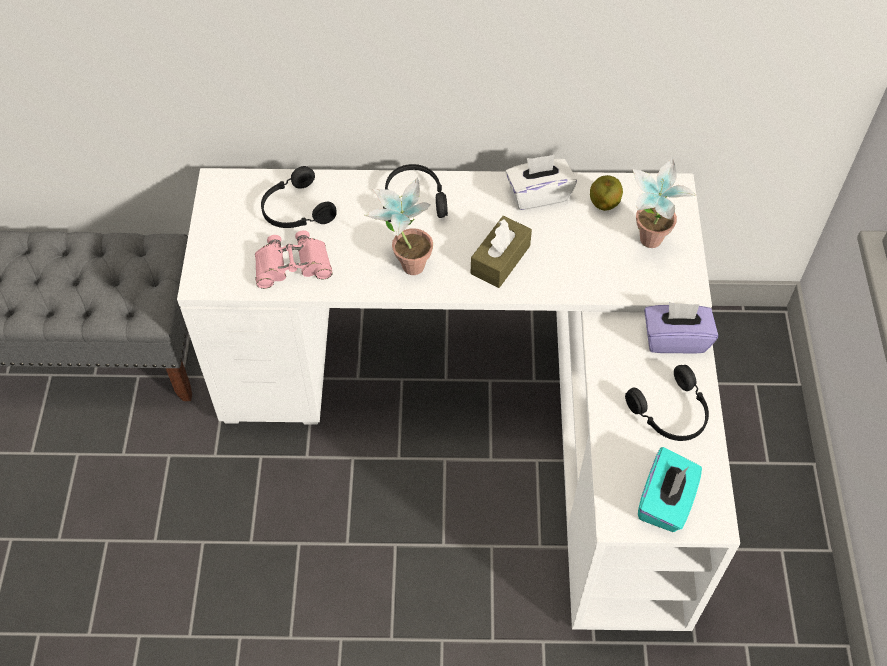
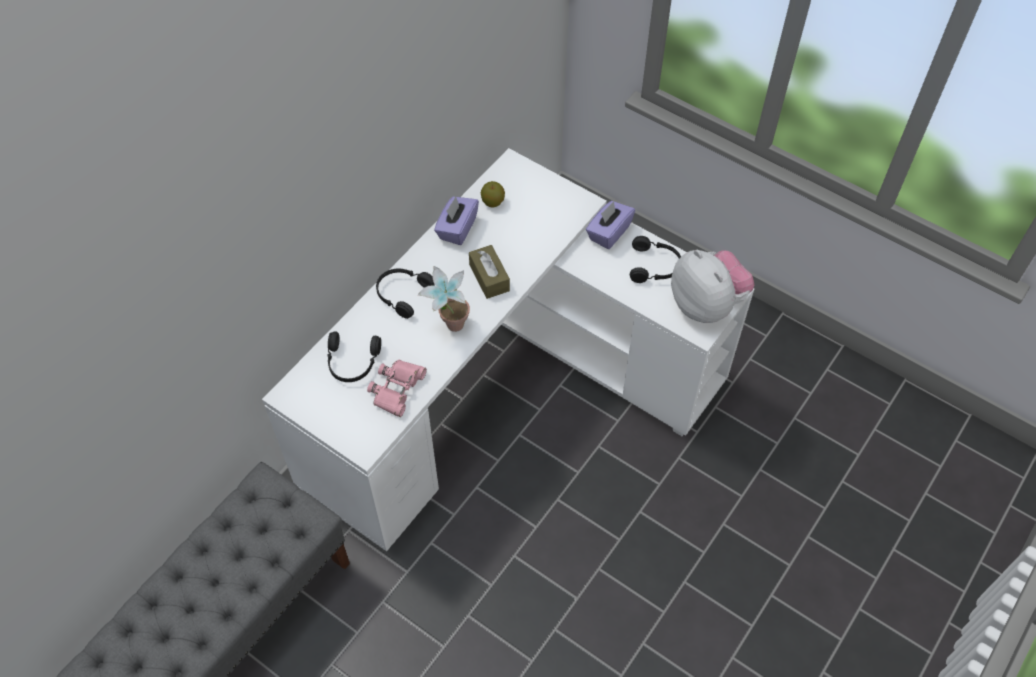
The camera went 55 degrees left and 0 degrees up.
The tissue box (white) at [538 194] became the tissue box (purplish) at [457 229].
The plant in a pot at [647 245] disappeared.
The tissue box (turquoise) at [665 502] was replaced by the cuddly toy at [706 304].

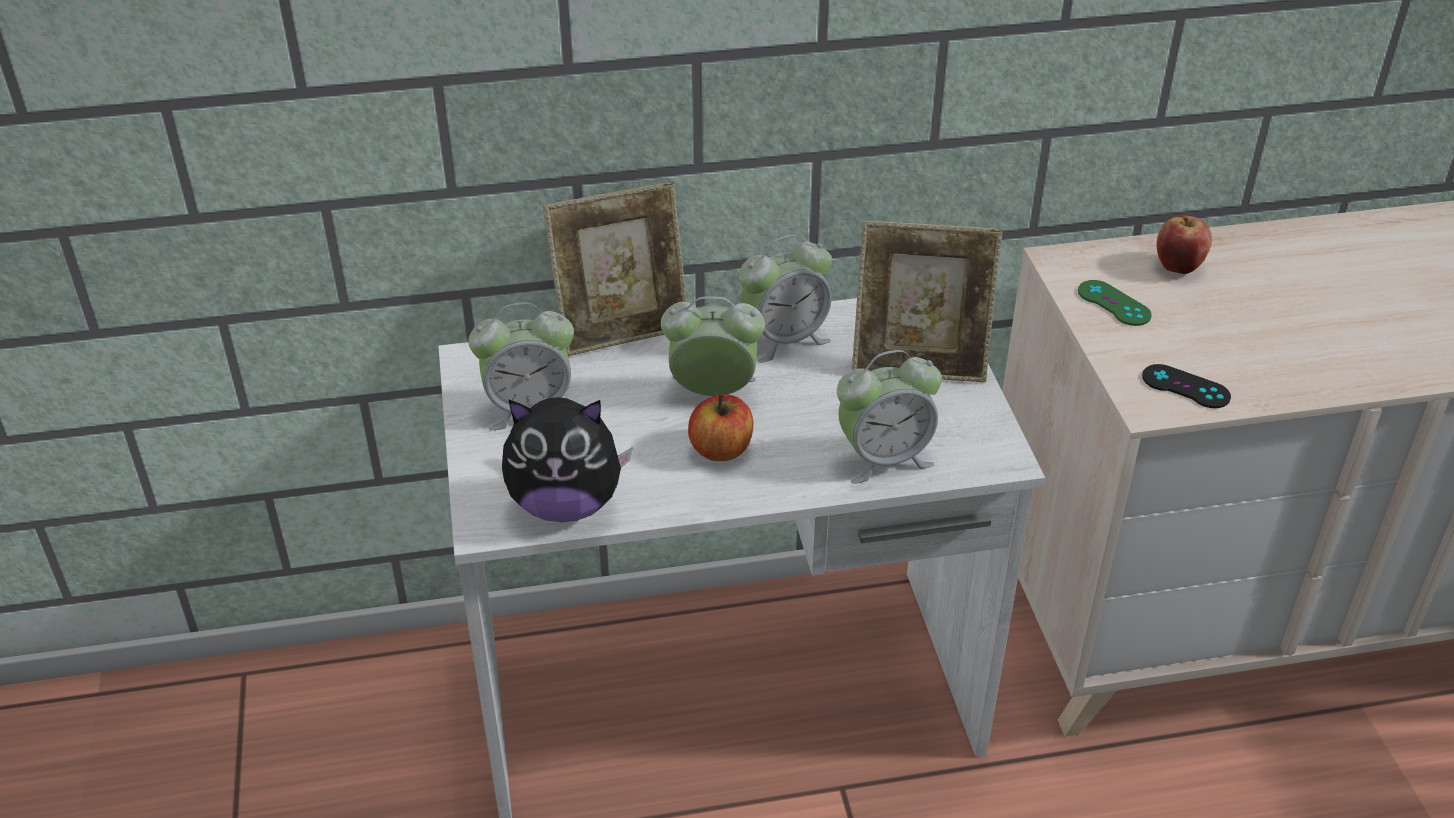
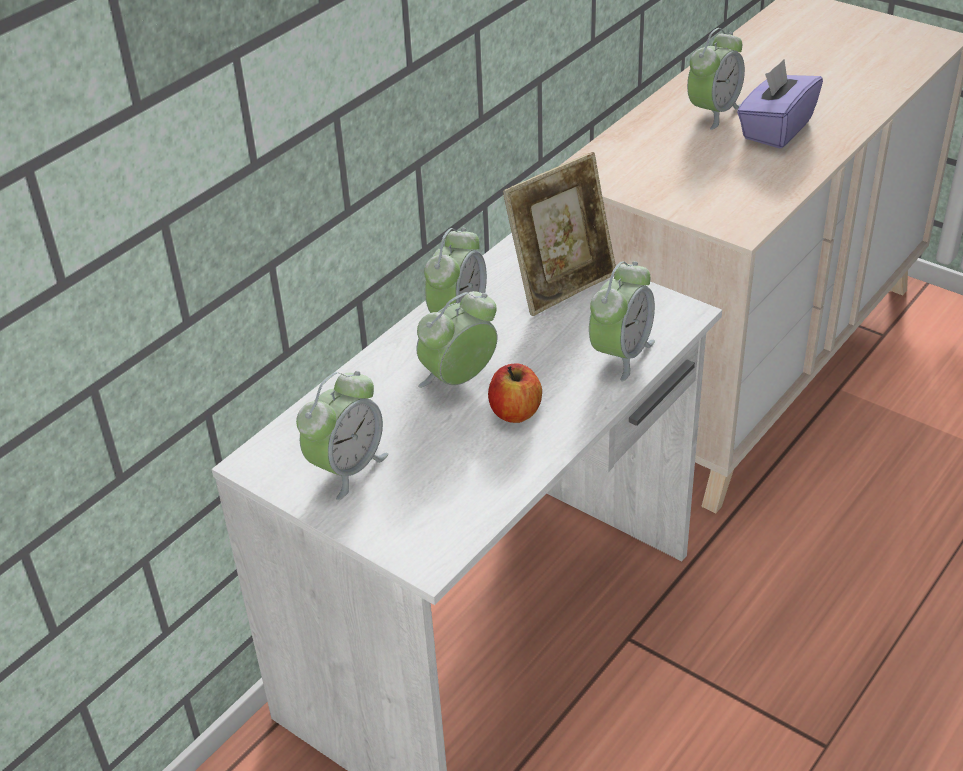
The camera went 40 degrees left and 0 degrees up.
The cuddly toy at [566 504] disappeared.
The standing frame at [622 329] disappeared.
The joypad (green-coloured) at [1114 303] disappeared.
The joypad (black-coloured) at [1185 387] disappeared.
The apple at [1178 267] disappeared.
The table clock at [713 112] appeared.
The tissue box (purplish) at [775 129] appeared.

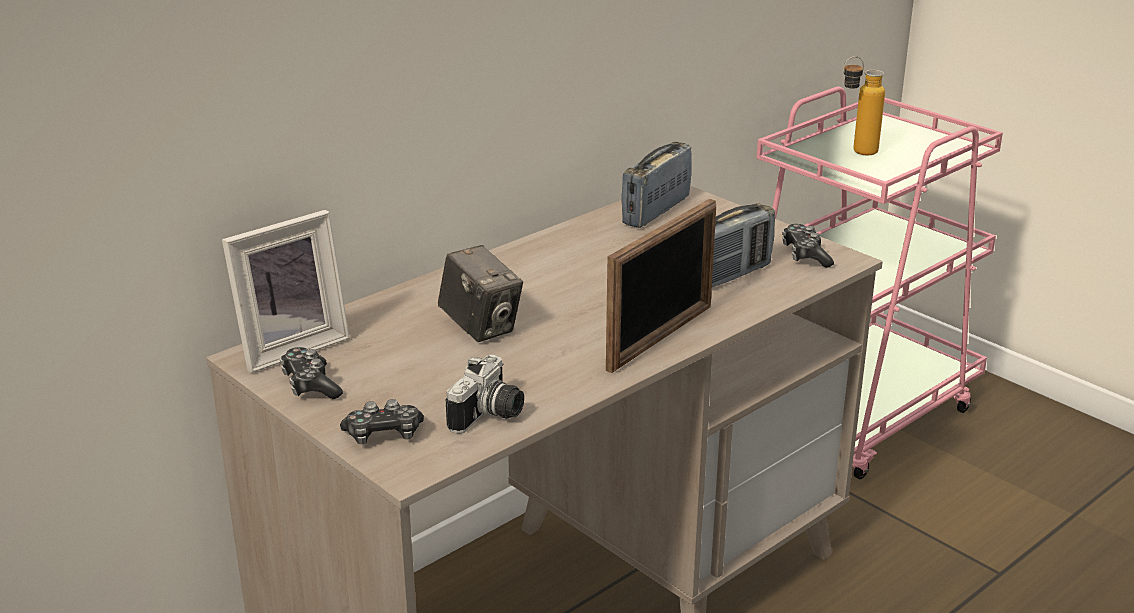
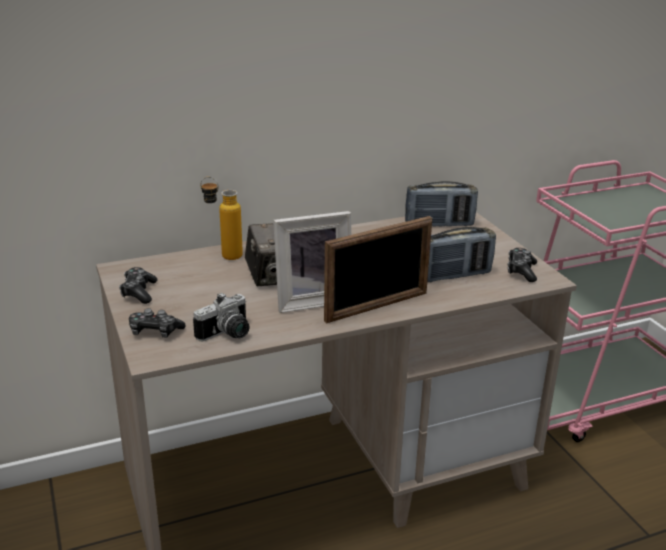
The camera went 20 degrees right and 0 degrees up.
The standing frame moved from [289 346] to [312 300].
The radio receiver at [656 211] turned 150 degrees counterclockwise.
The bottle moved from [856 152] to [223 255].

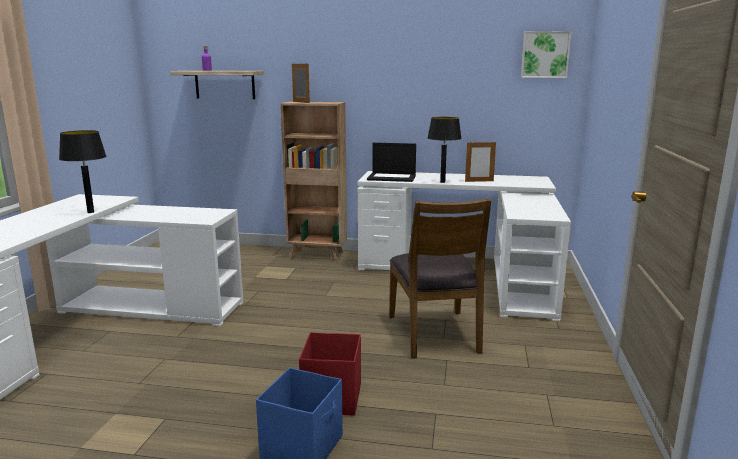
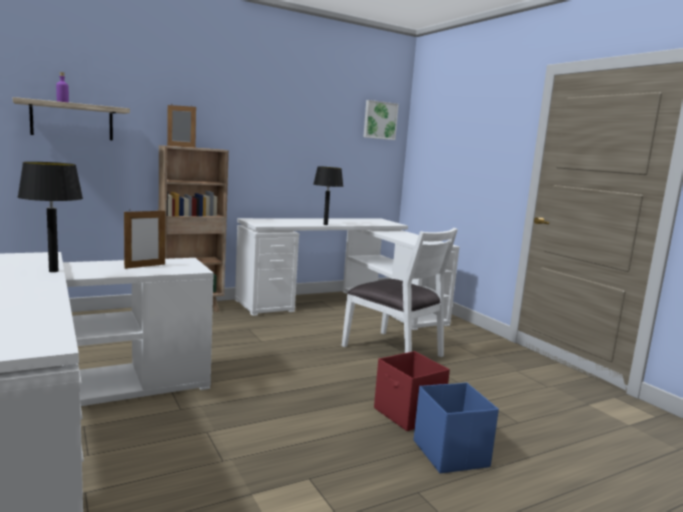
The camera went 40 degrees left and 5 degrees down.
The laptop at [392 177] disappeared.
The plain chair (brownish) at [435 333] became the plain chair (white) at [394 350].
The standing frame moved from [479 181] to [145 266].

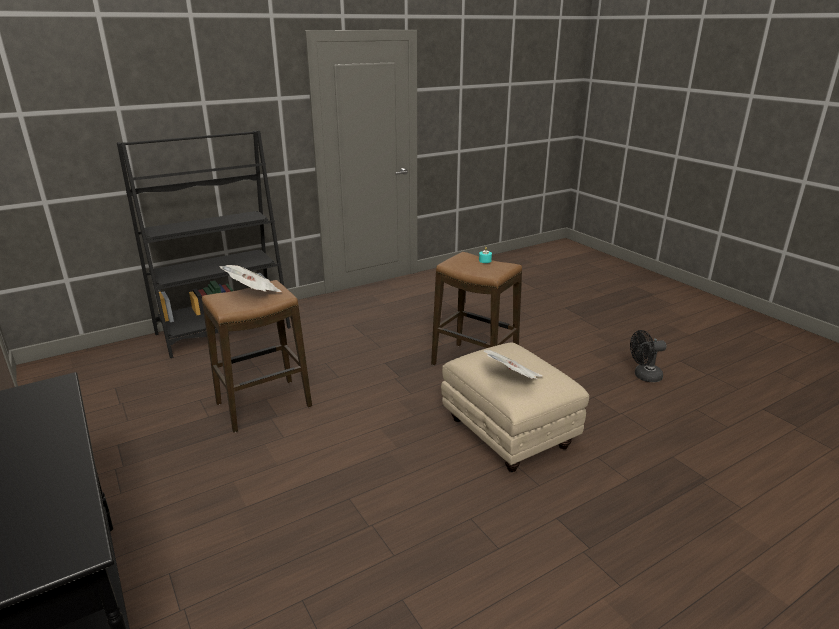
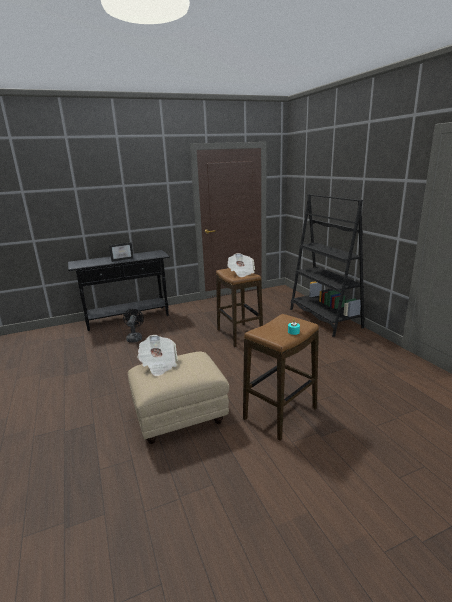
The camera went 100 degrees right and 5 degrees down.
The electric fan (black-coloured) moved from [643 376] to [134 338].
The standing frame at [122 259] appeared.

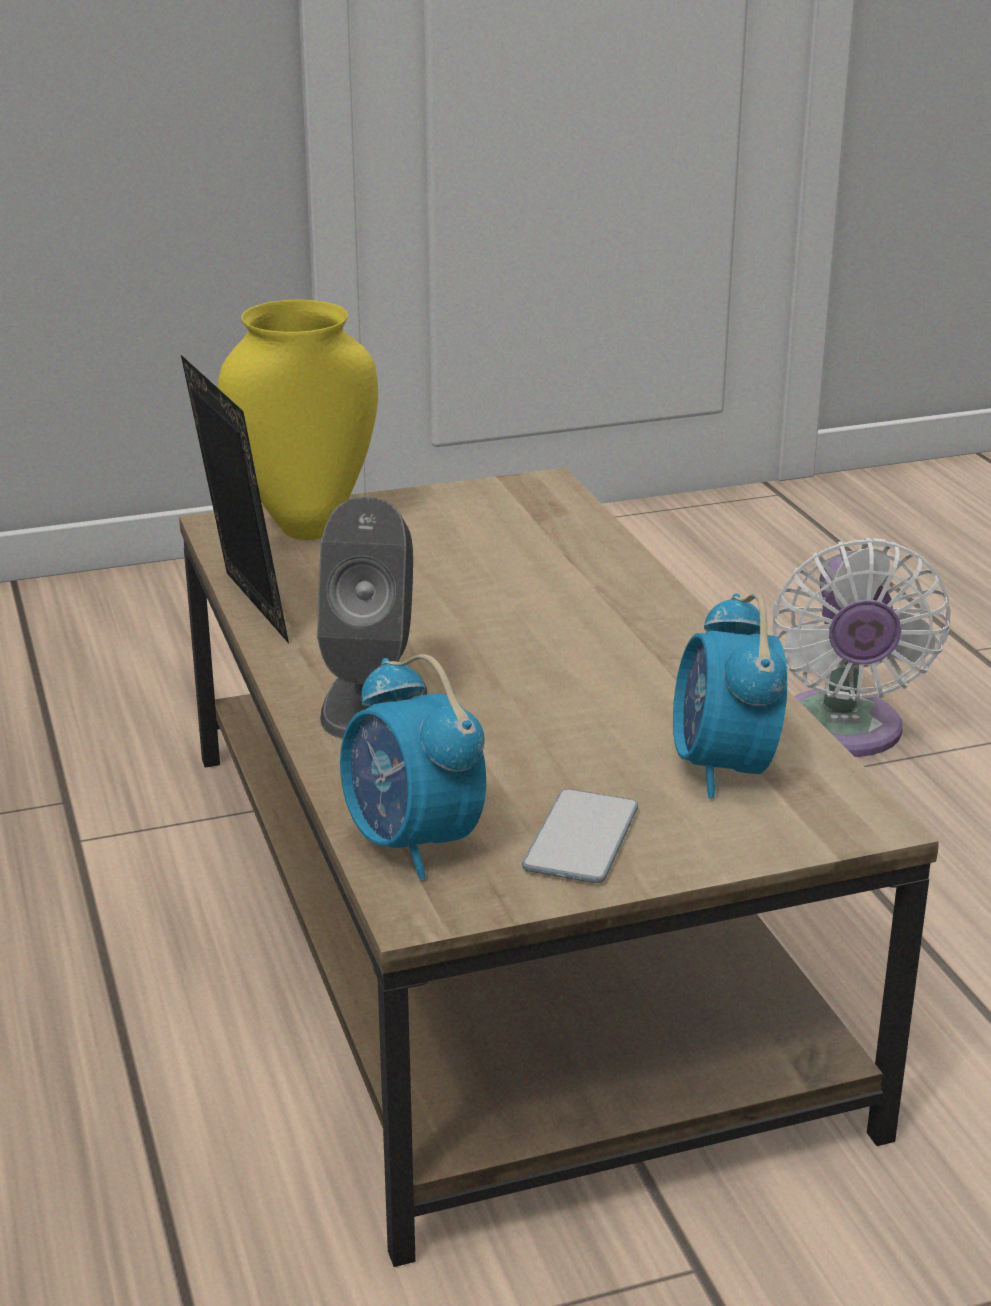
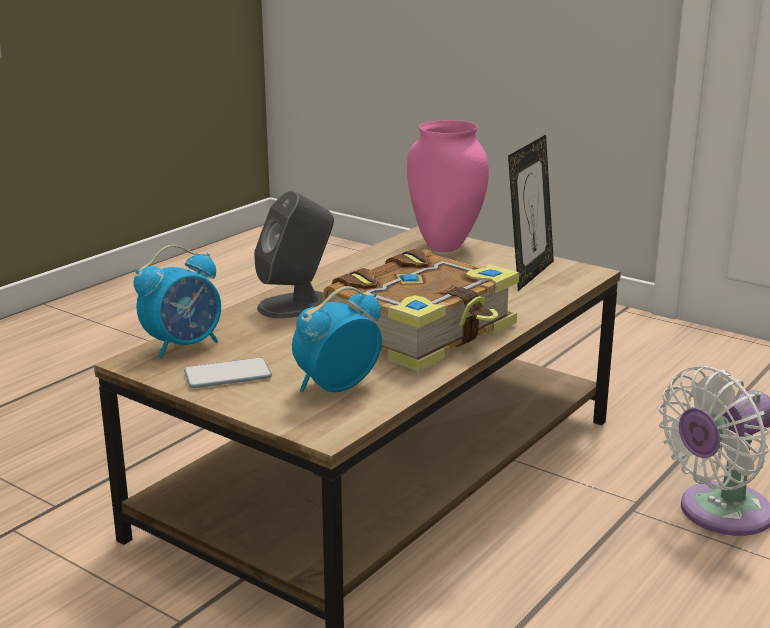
The camera went 55 degrees right and 5 degrees down.
The standing frame moved from [242 609] to [528 274].
The vase (yellow) at [305 529] became the vase (pink) at [444 247].
The table clock at [412 844] turned 150 degrees counterclockwise.
The bound book at [424 332] appeared.

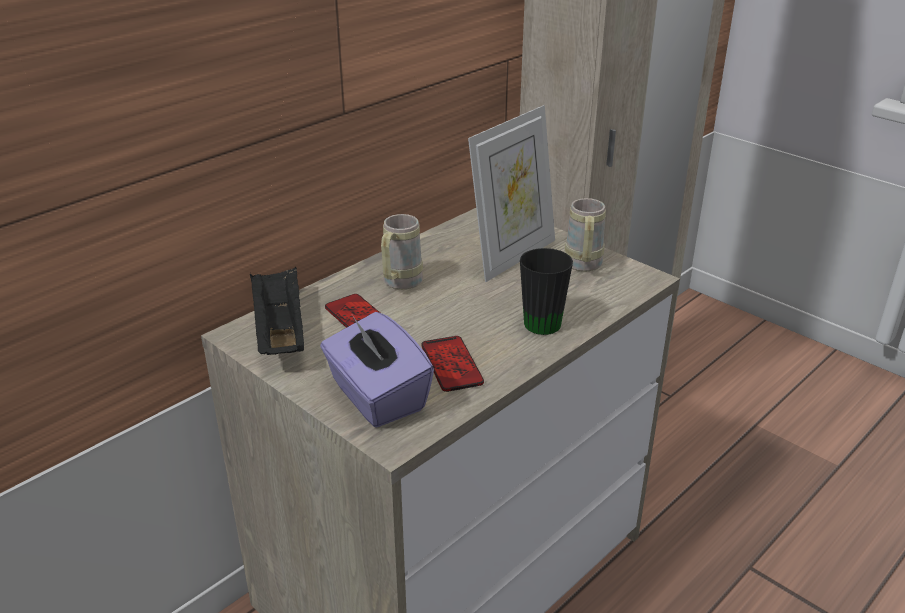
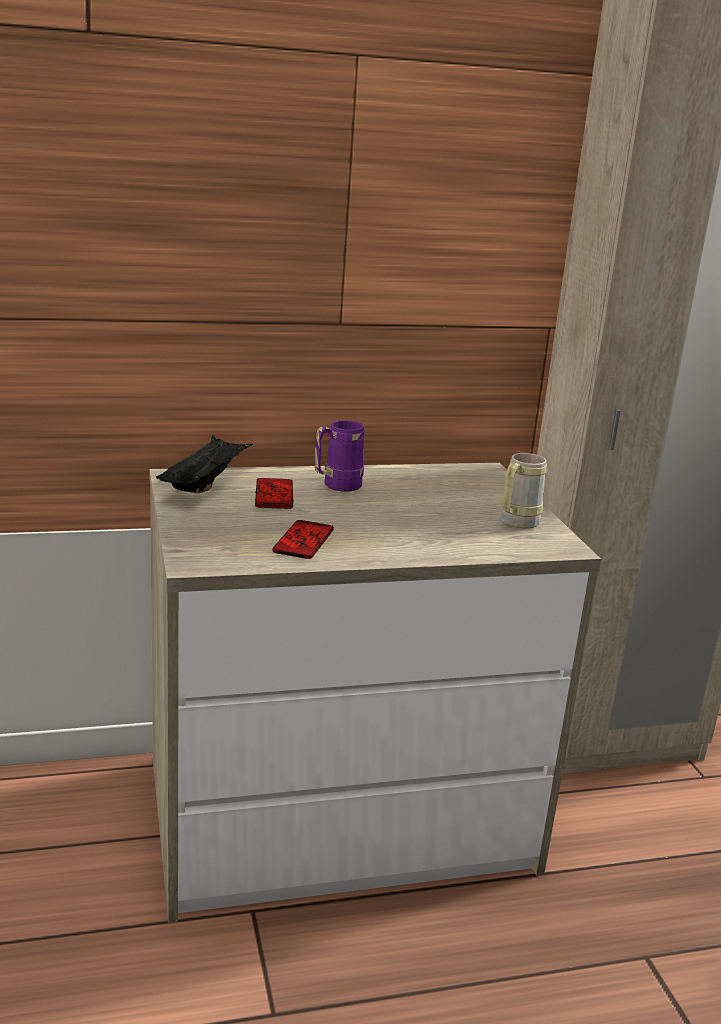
The camera went 30 degrees right and 10 degrees down.
The tissue box (purplish) at [376 396] disappeared.
The tea mug (beige-coloured) at [399 284] became the tea mug (purplish) at [336 486].
The standing frame at [512 256] disappeared.
The tea mug (black-coloured) at [538 319] disappeared.

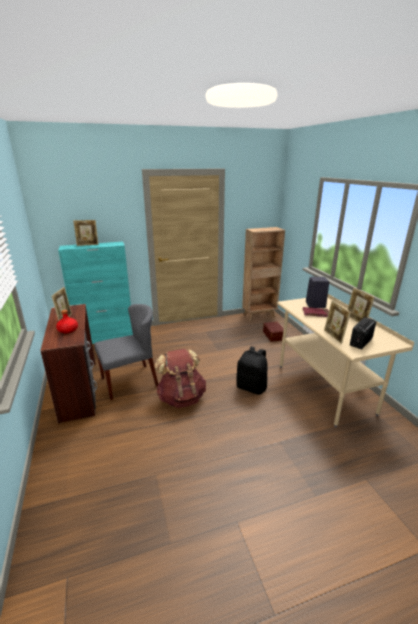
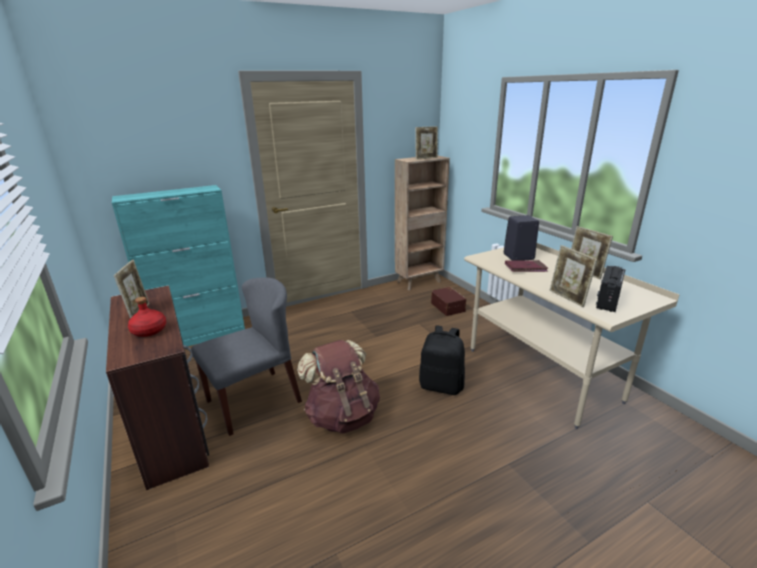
The camera went 10 degrees left and 0 degrees up.
The standing frame moved from [88 245] to [426 158].

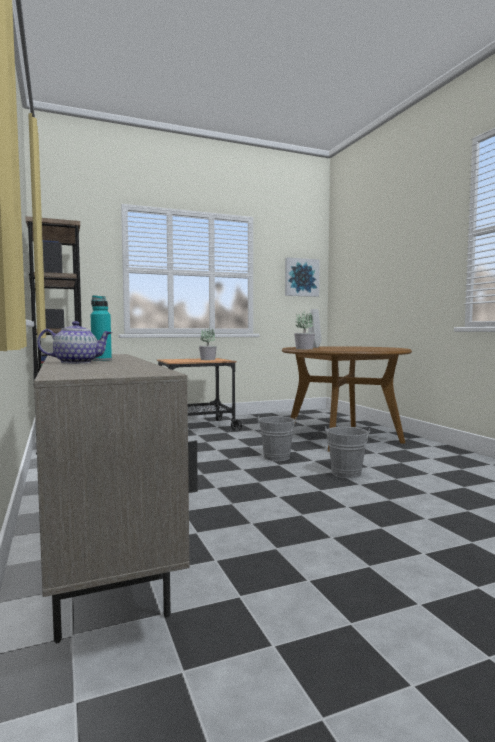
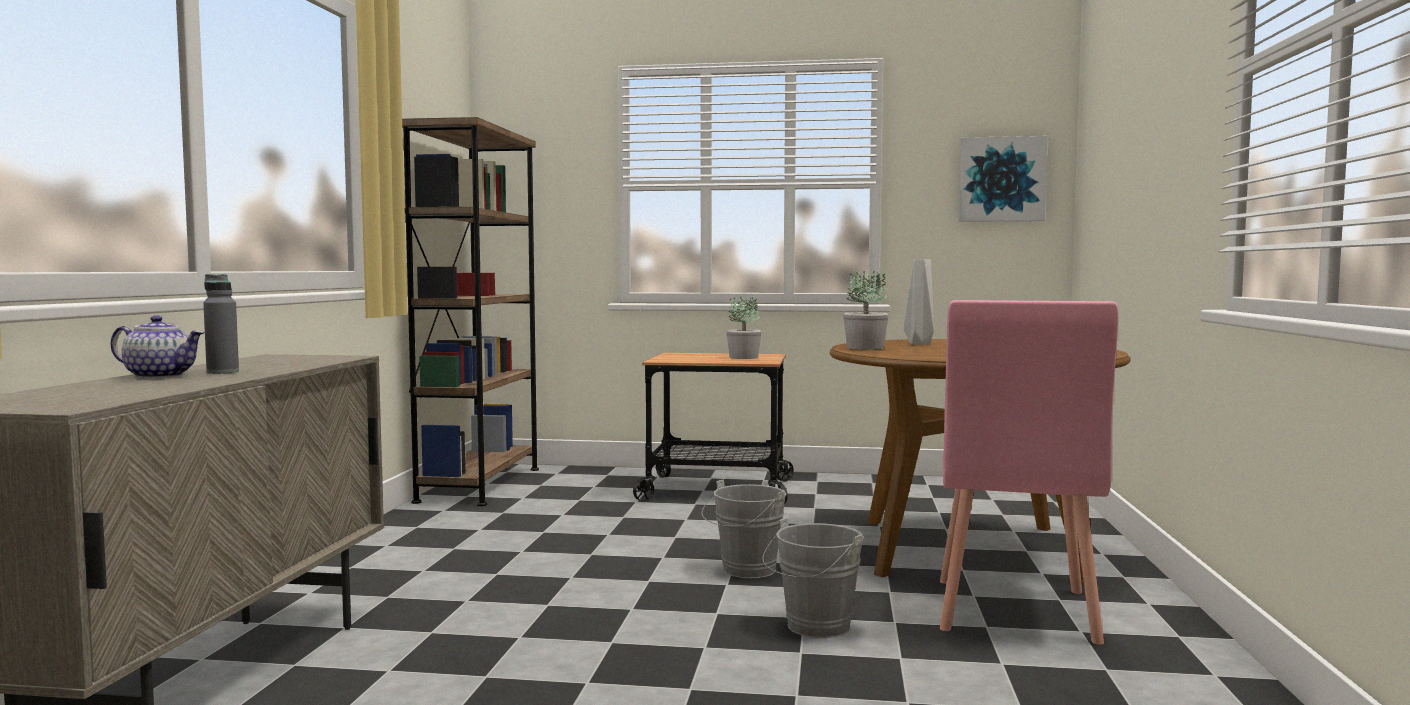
The camera went 30 degrees right and 0 degrees up.
The bottle (turquoise) at [101 360] became the bottle (grey) at [222 372].
The plain chair (pink) at [1013 610] appeared.

